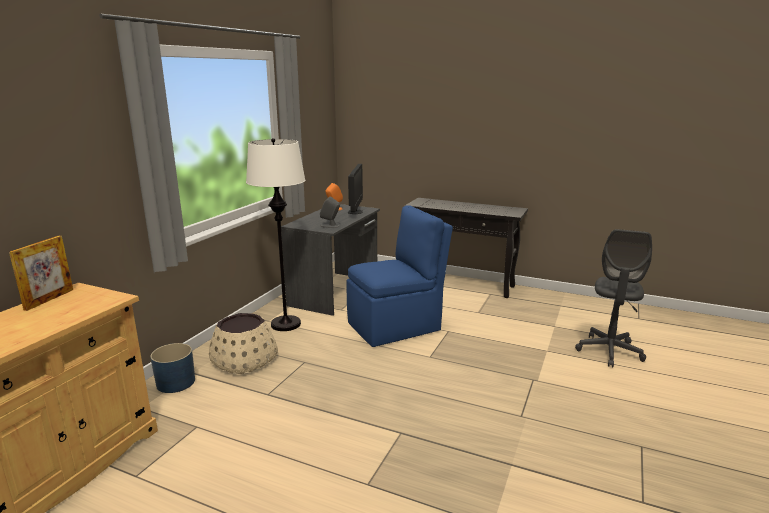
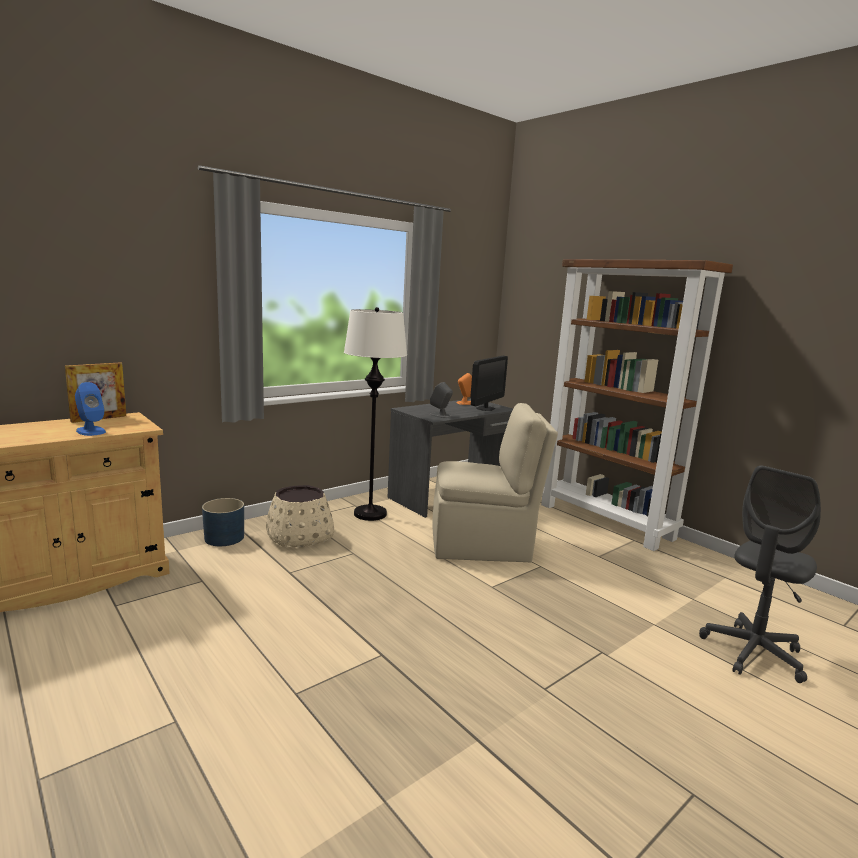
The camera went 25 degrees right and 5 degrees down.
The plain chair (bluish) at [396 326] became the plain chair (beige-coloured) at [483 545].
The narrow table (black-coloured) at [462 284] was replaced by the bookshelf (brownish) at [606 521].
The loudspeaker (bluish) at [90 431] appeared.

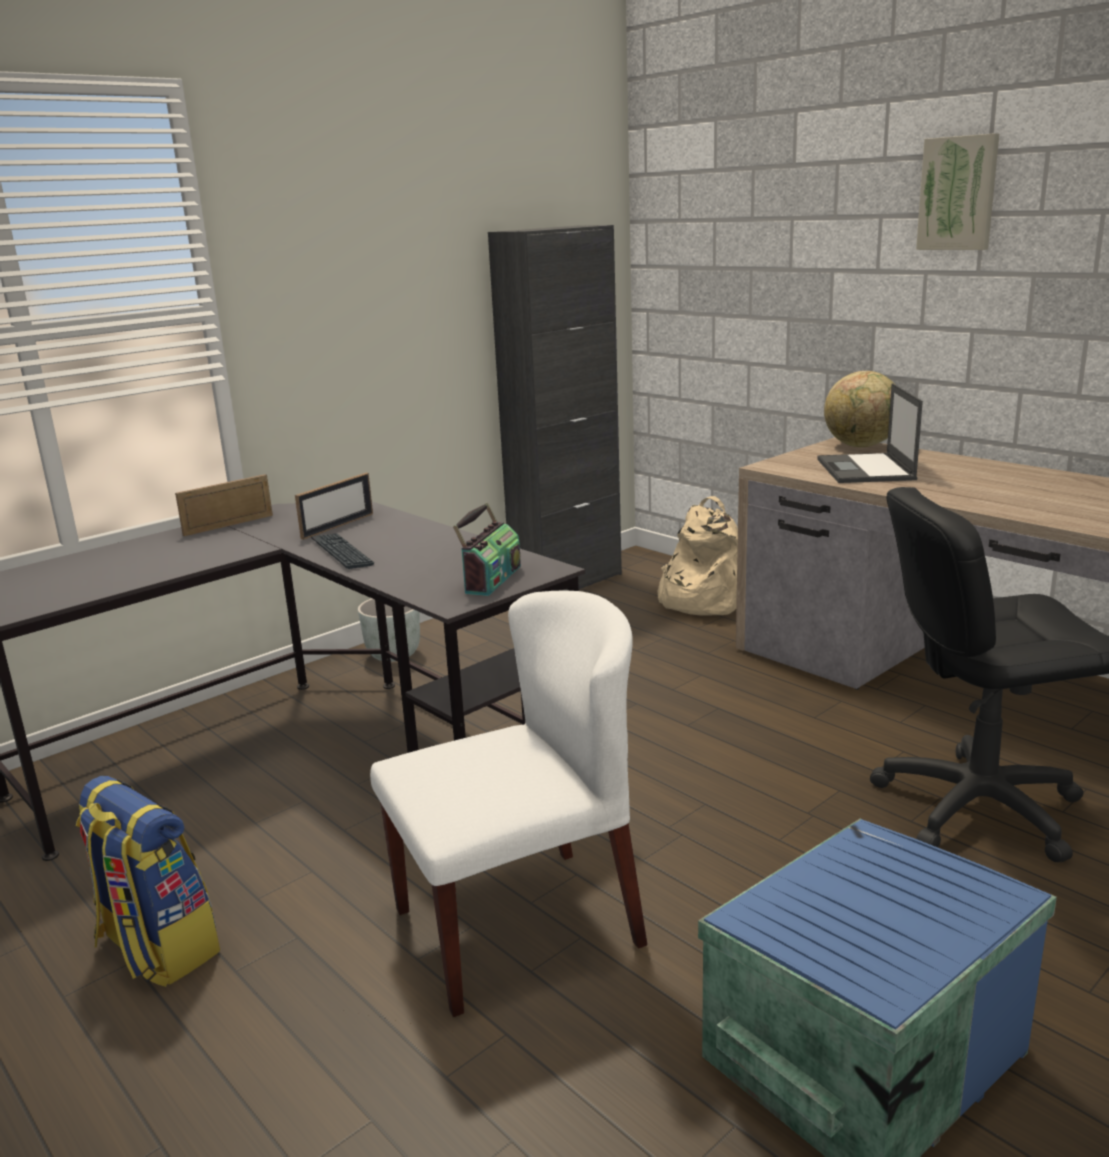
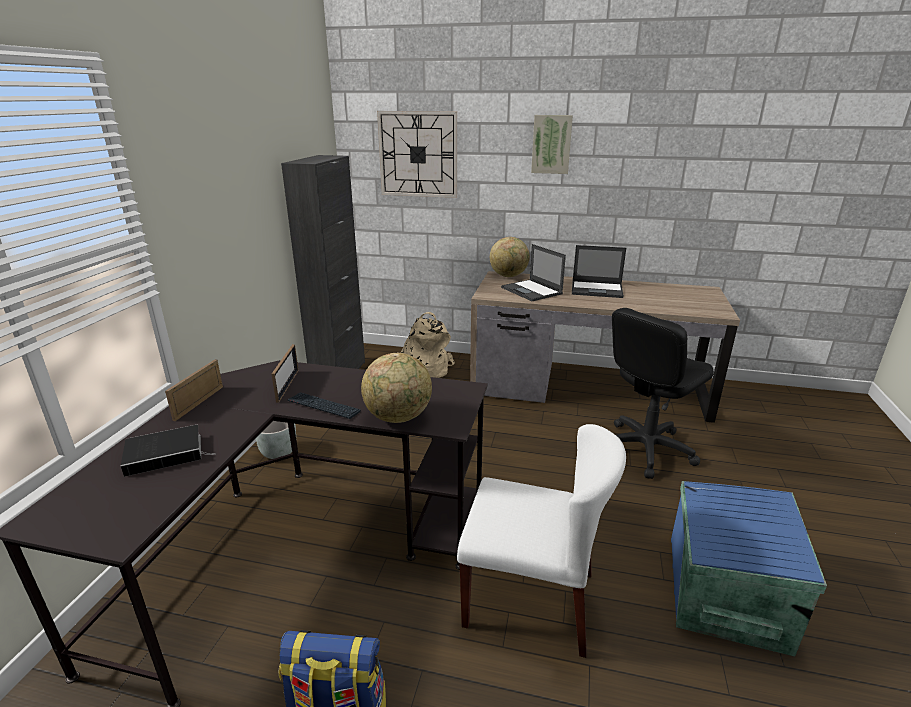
The camera went 35 degrees left and 5 degrees up.
The plain chair (white) at [519 925] turned 75 degrees clockwise.
The radio receiver at [491 579] disappeared.
The bound book at [167 453] appeared.
The globe at [398 417] appeared.
The wall clock at [418 154] appeared.
The laptop at [597 289] appeared.

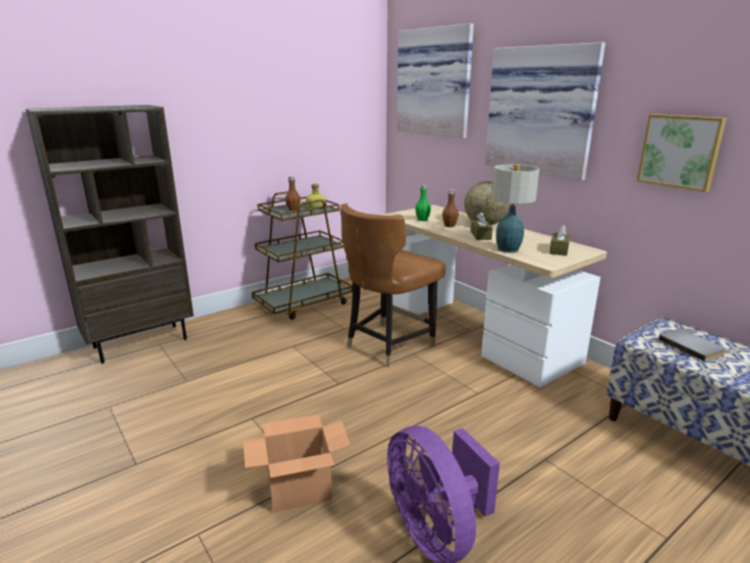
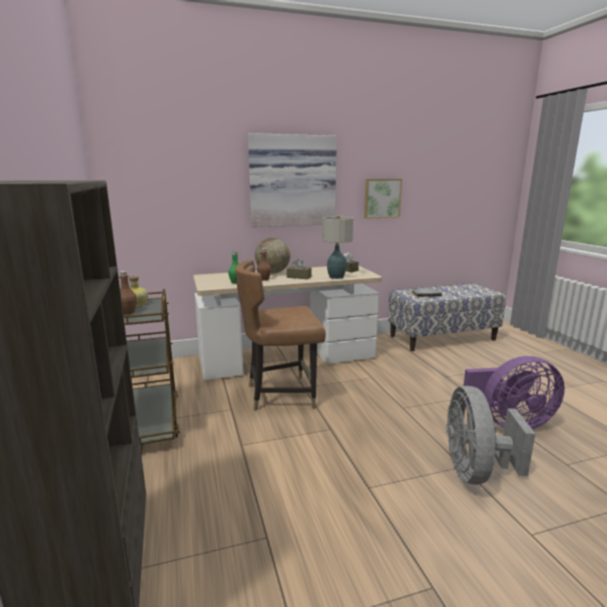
The camera went 70 degrees left and 5 degrees down.
The carton at [299 491] was replaced by the electric fan (grey) at [475 471].
The plain chair (brownish) at [388 345] turned 105 degrees clockwise.
The wall art at [435 82] disappeared.

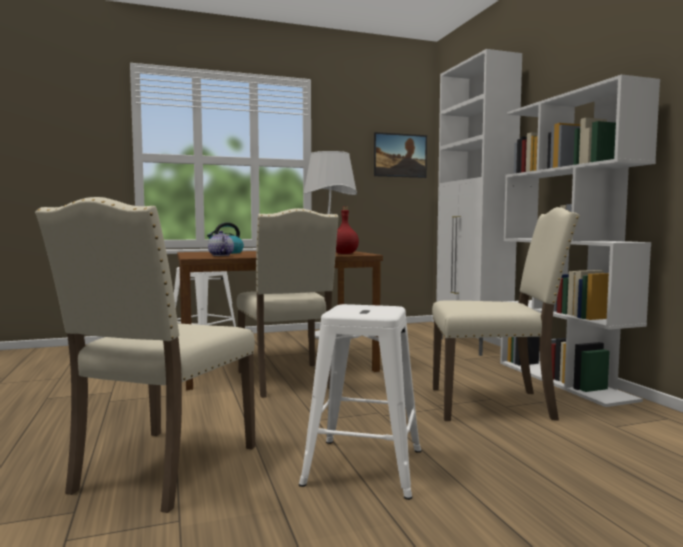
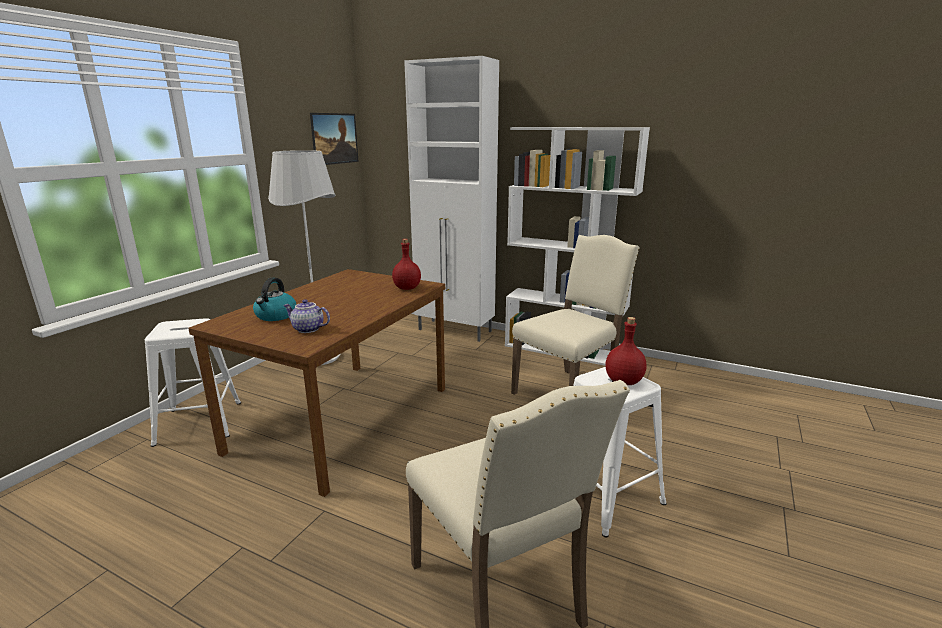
The camera went 45 degrees left and 15 degrees up.
The plain chair (beige-coloured) at [287 380] disappeared.
The bottle (red-coloured) at [624 381] appeared.

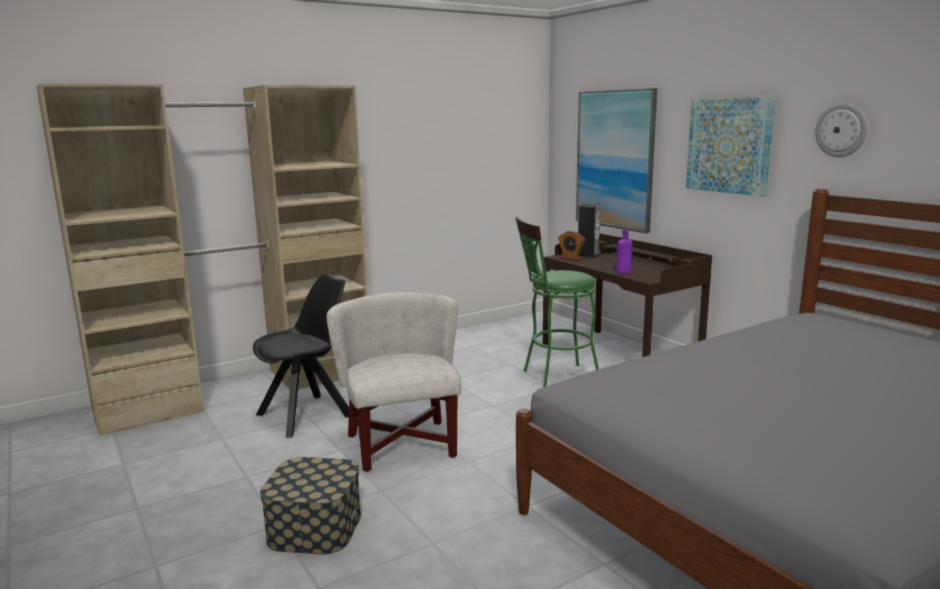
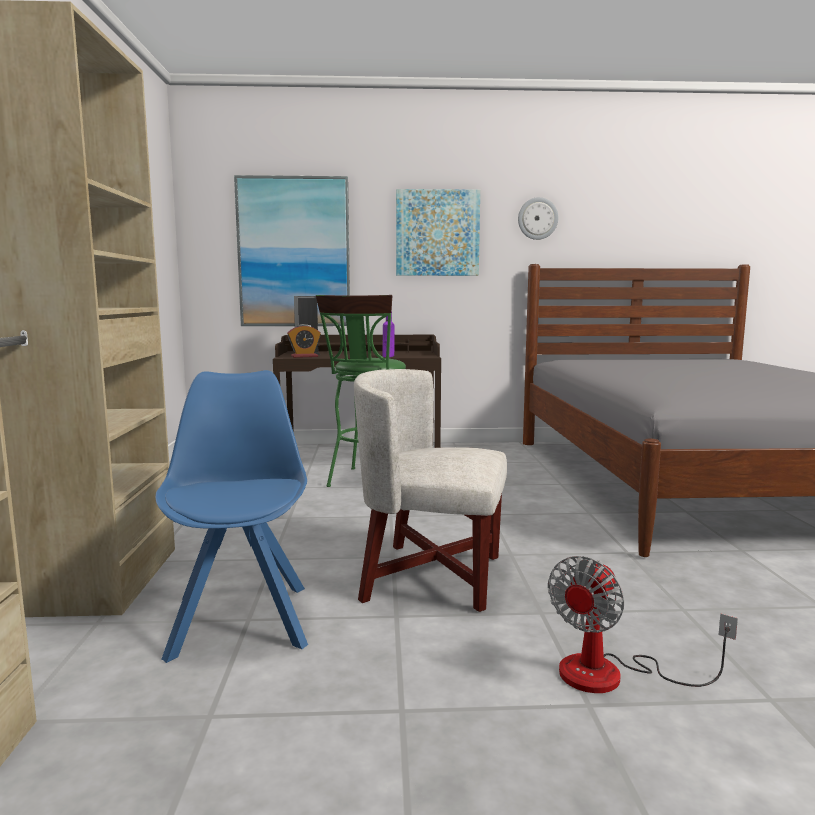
The camera went 60 degrees left and 5 degrees down.
The plain chair (black-coloured) at [307 415] became the plain chair (bluish) at [241 618].
The storage bin at [315 527] was replaced by the electric fan at [612 675].

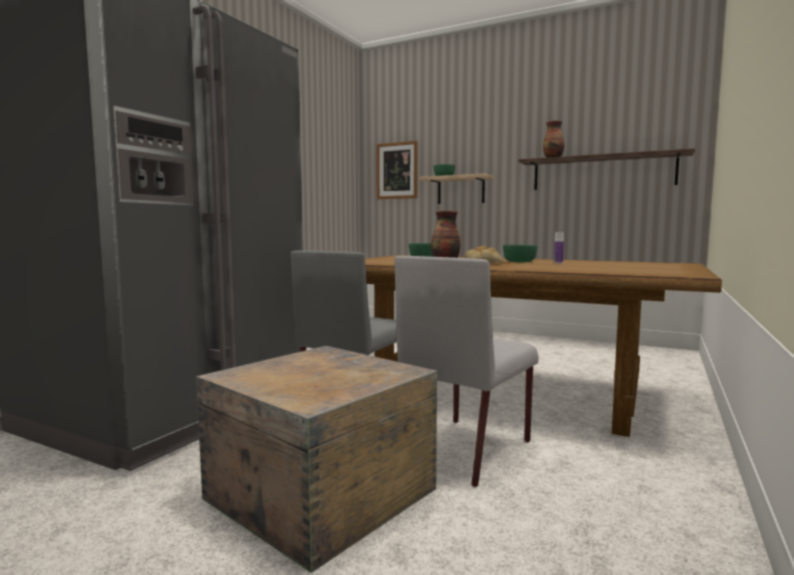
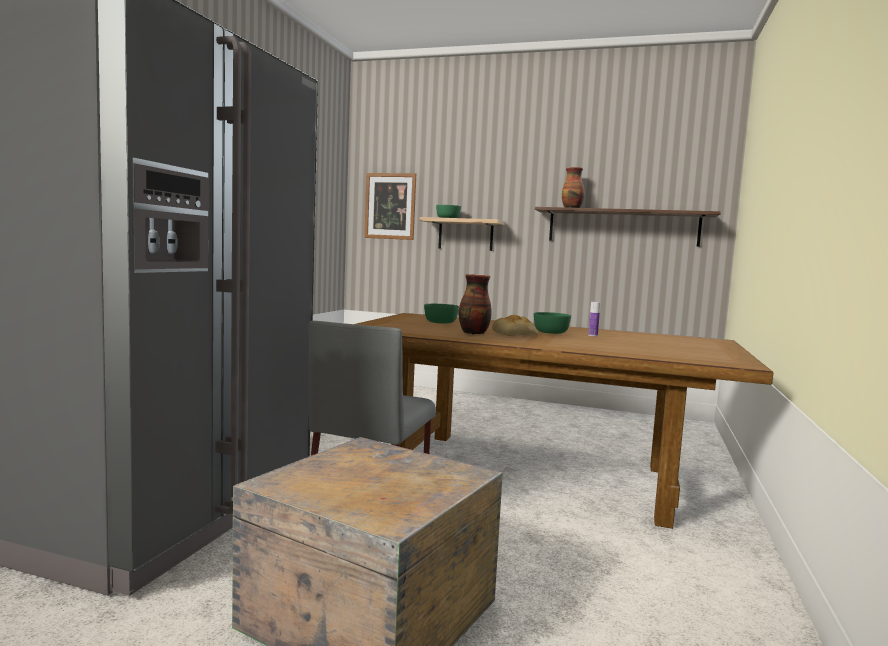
The camera went 10 degrees left and 0 degrees up.
The plain chair (grey) at [465 448] disappeared.

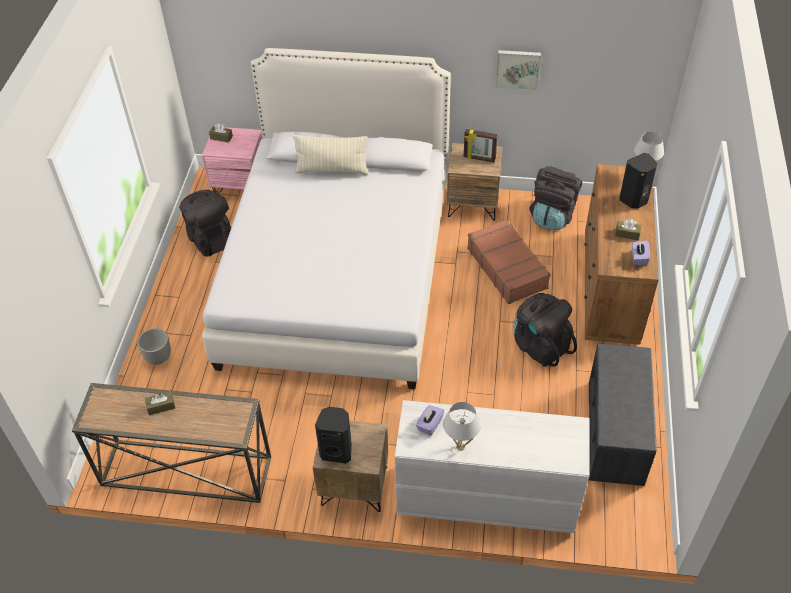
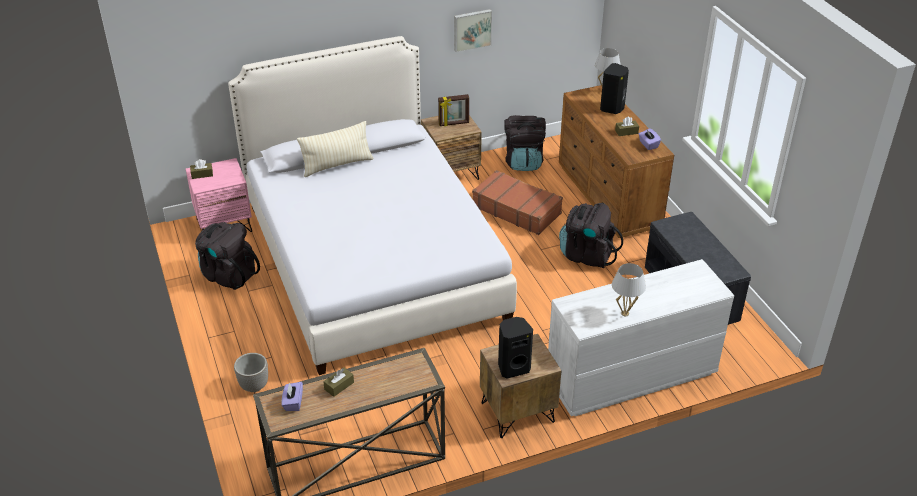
The camera went 30 degrees left and 10 degrees down.
The tissue box (purplish) moved from [429 425] to [293 402].

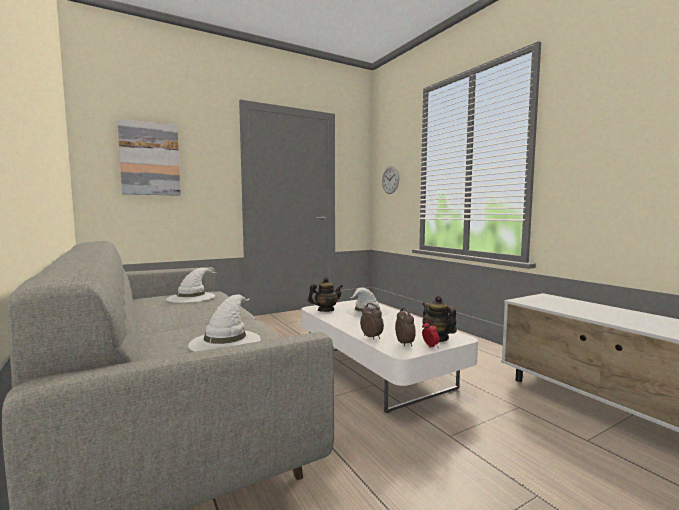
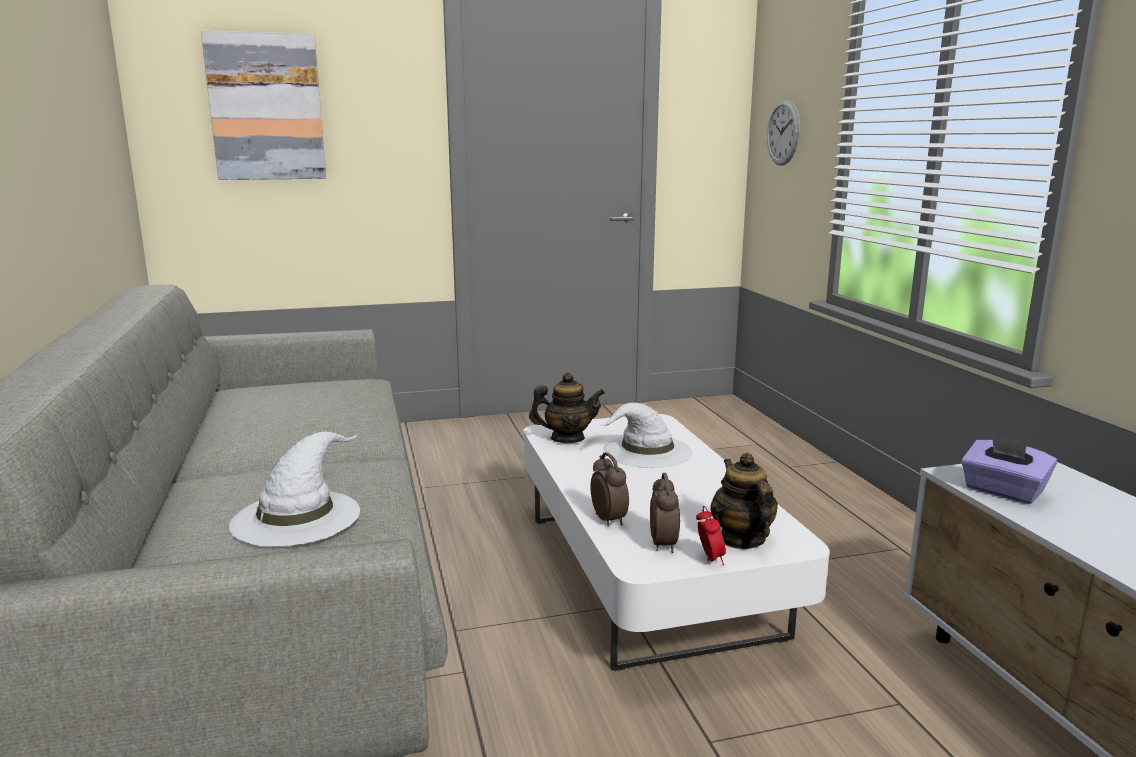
The camera went 15 degrees right and 10 degrees up.
The clothing hat (white) at [191 297] disappeared.
The tissue box (purplish) at [1003 491] appeared.

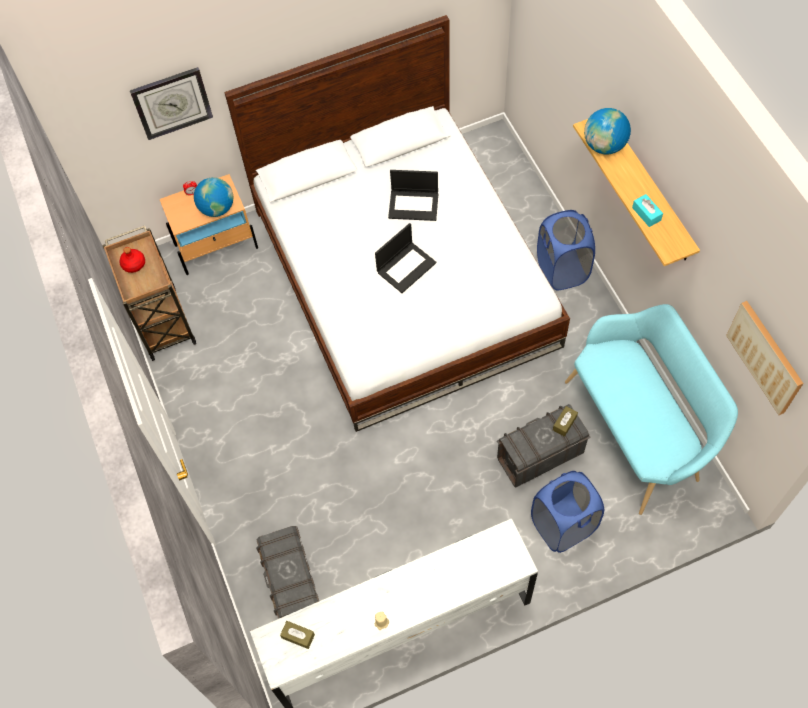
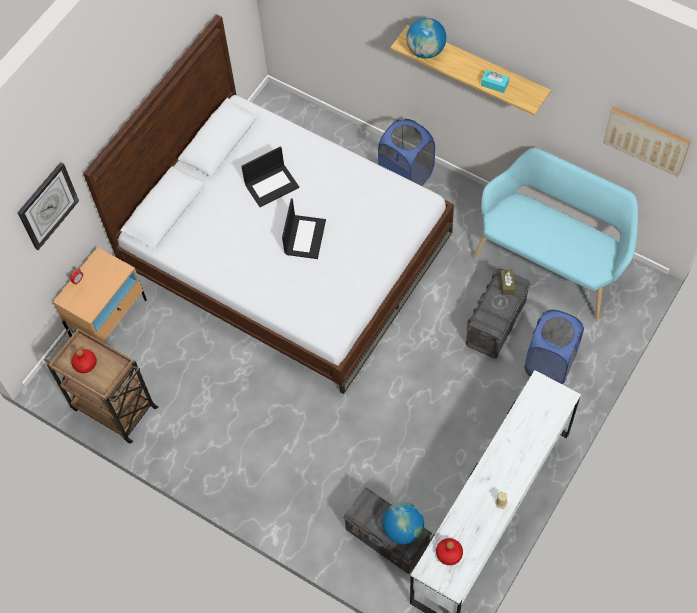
The camera went 35 degrees left and 0 degrees up.
The globe moved from [217 208] to [403 529].
The tissue box (brownish) at [298 636] was replaced by the bottle (red-coloured) at [449 553].

